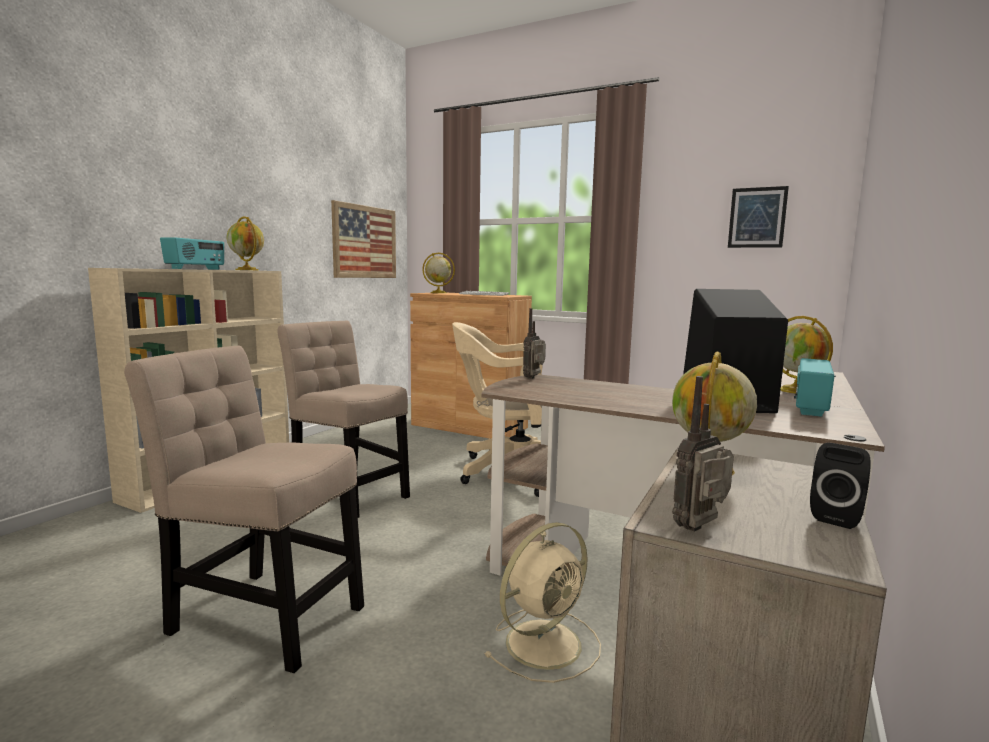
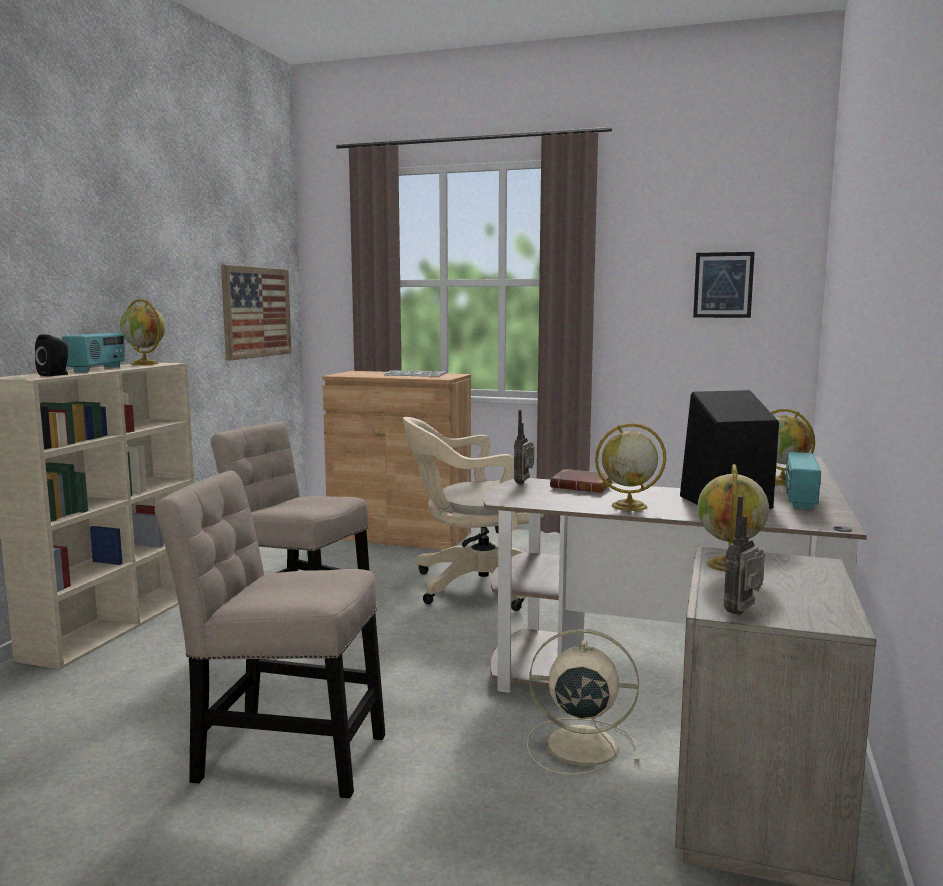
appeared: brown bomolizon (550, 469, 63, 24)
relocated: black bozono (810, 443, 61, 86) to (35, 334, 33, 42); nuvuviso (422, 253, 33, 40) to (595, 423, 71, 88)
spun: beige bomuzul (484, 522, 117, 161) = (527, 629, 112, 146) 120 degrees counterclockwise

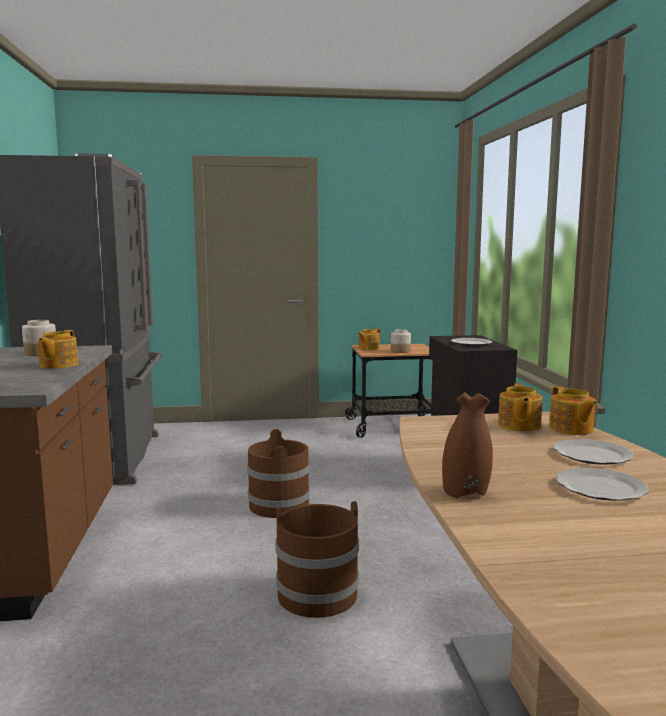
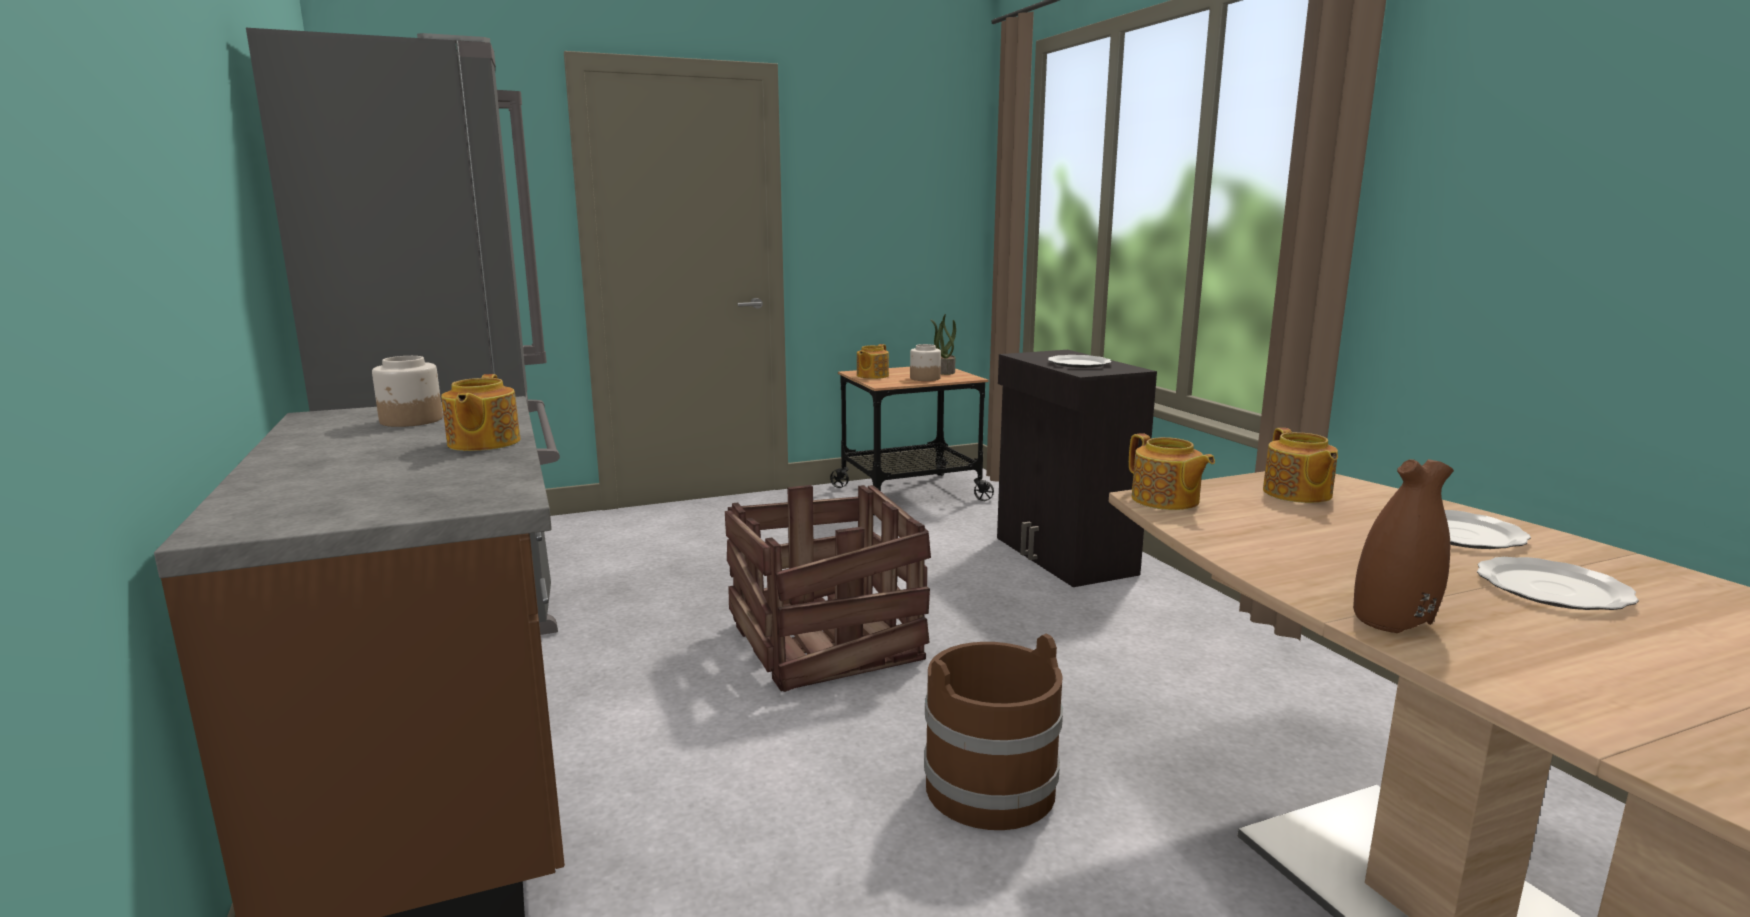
appeared: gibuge (930, 314, 26, 61)
relocated: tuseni (549, 386, 49, 49) to (1129, 433, 86, 77)
exchanged: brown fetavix (247, 429, 63, 89) to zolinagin (725, 485, 206, 207)

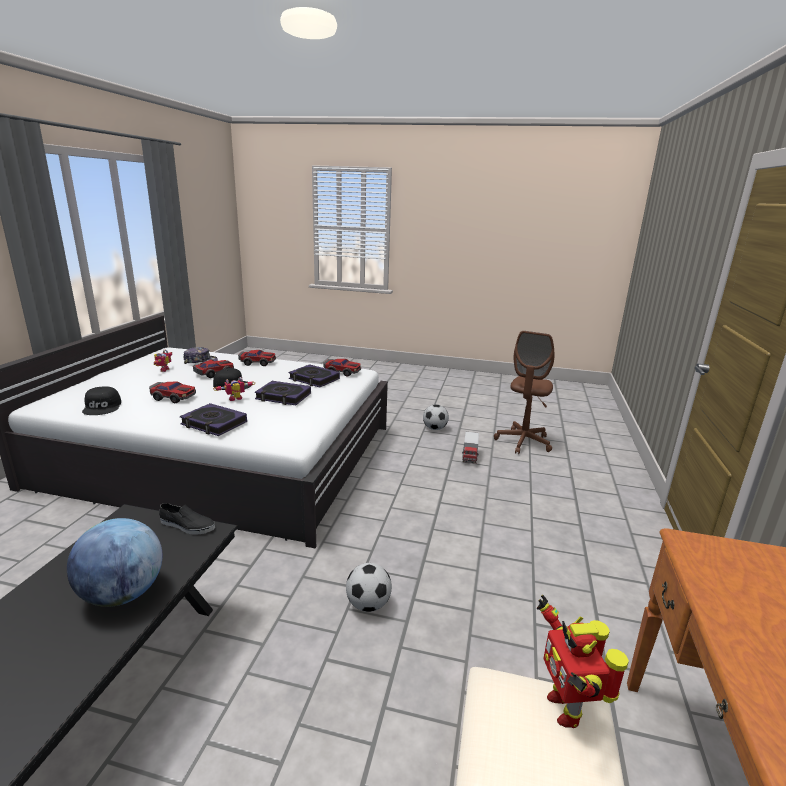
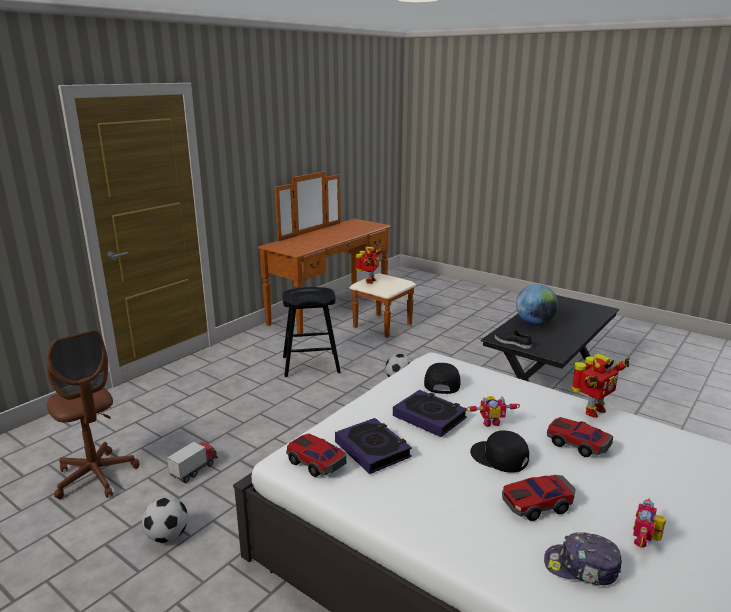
missing: bomolizon (180, 403, 67, 33); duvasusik (238, 350, 38, 16)
appeared: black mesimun (282, 287, 59, 90); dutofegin (571, 354, 59, 64)
relocated: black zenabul (82, 387, 39, 28) to (424, 363, 37, 31)
spun: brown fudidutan (494, 331, 60, 123) = (47, 330, 92, 169) 90 degrees clockwise

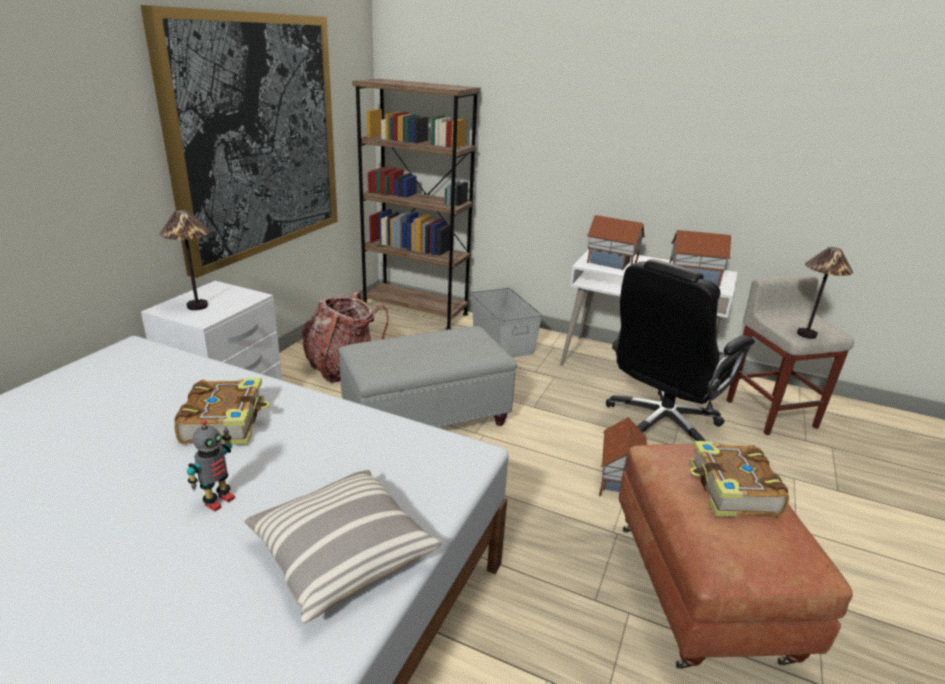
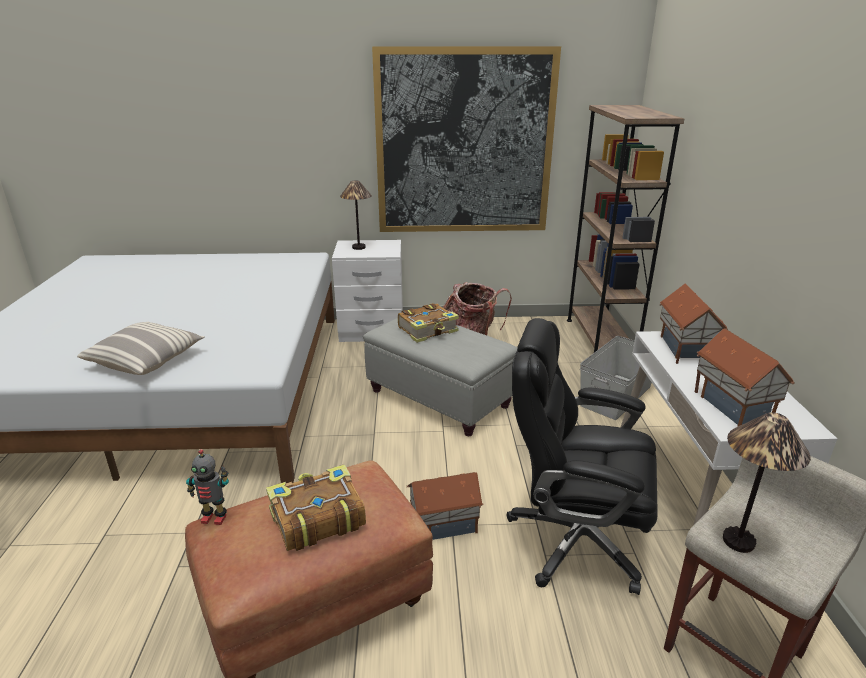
relocated: dutofegin (187, 420, 48, 91) to (186, 449, 43, 76); bomolizon (174, 378, 96, 67) to (398, 303, 61, 40)

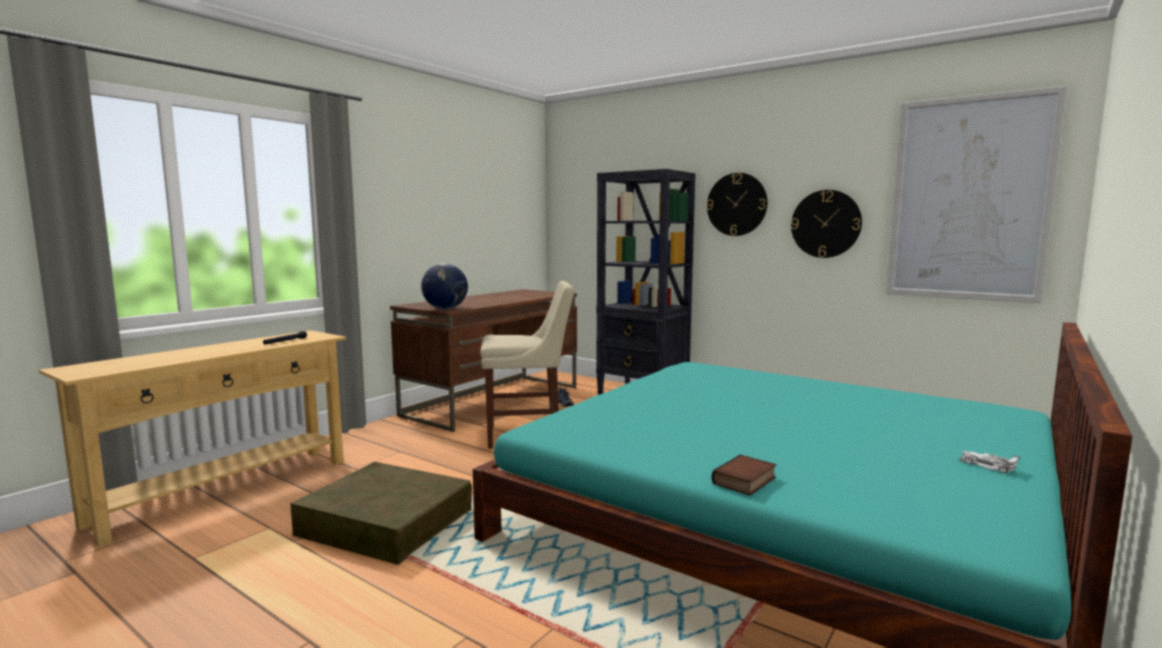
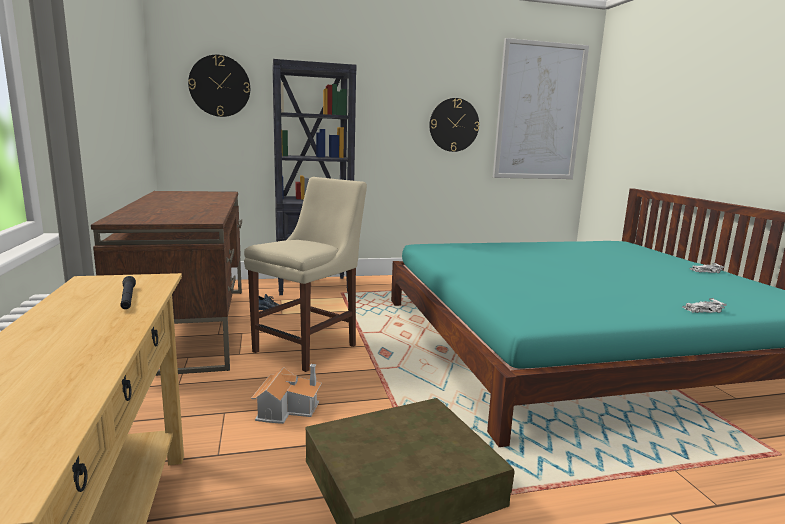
missing: nuvuviso (421, 264, 47, 45)
appeared: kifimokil (251, 364, 71, 60)
relocated: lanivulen (707, 173, 60, 63) to (188, 55, 62, 62)
exchanged: bomolizon (712, 455, 64, 40) to white duvasusik (682, 298, 45, 15)

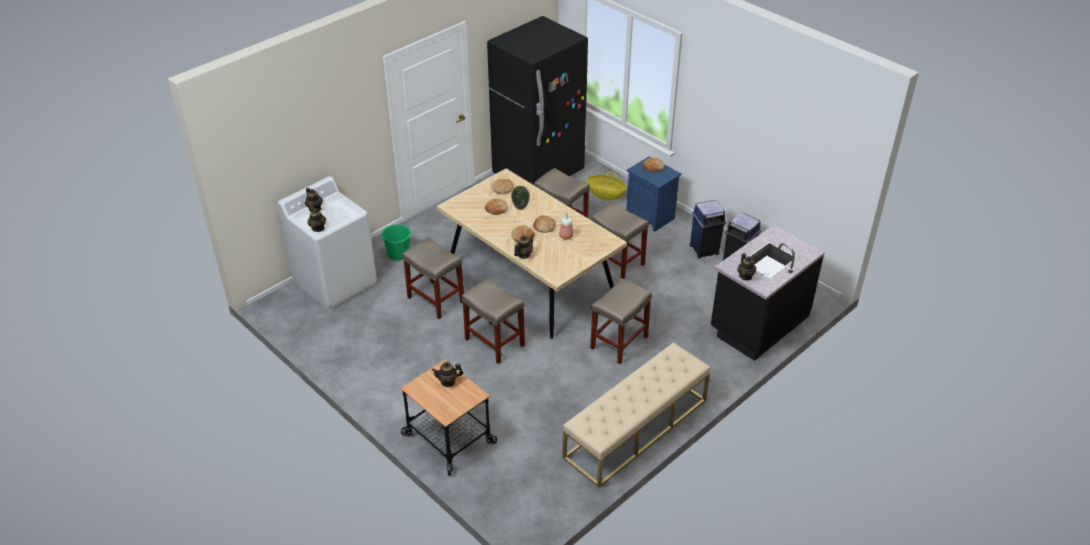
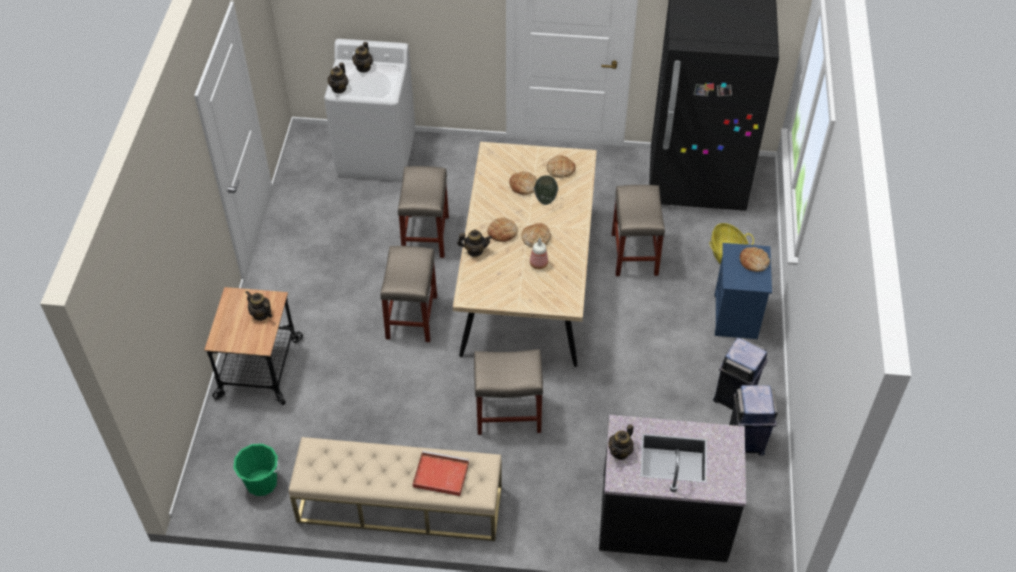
missing: beige mesimun (591, 202, 58, 77)
appeared: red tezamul (413, 451, 56, 45)
relocated: green fetavix (381, 224, 30, 37) to (233, 444, 47, 52)

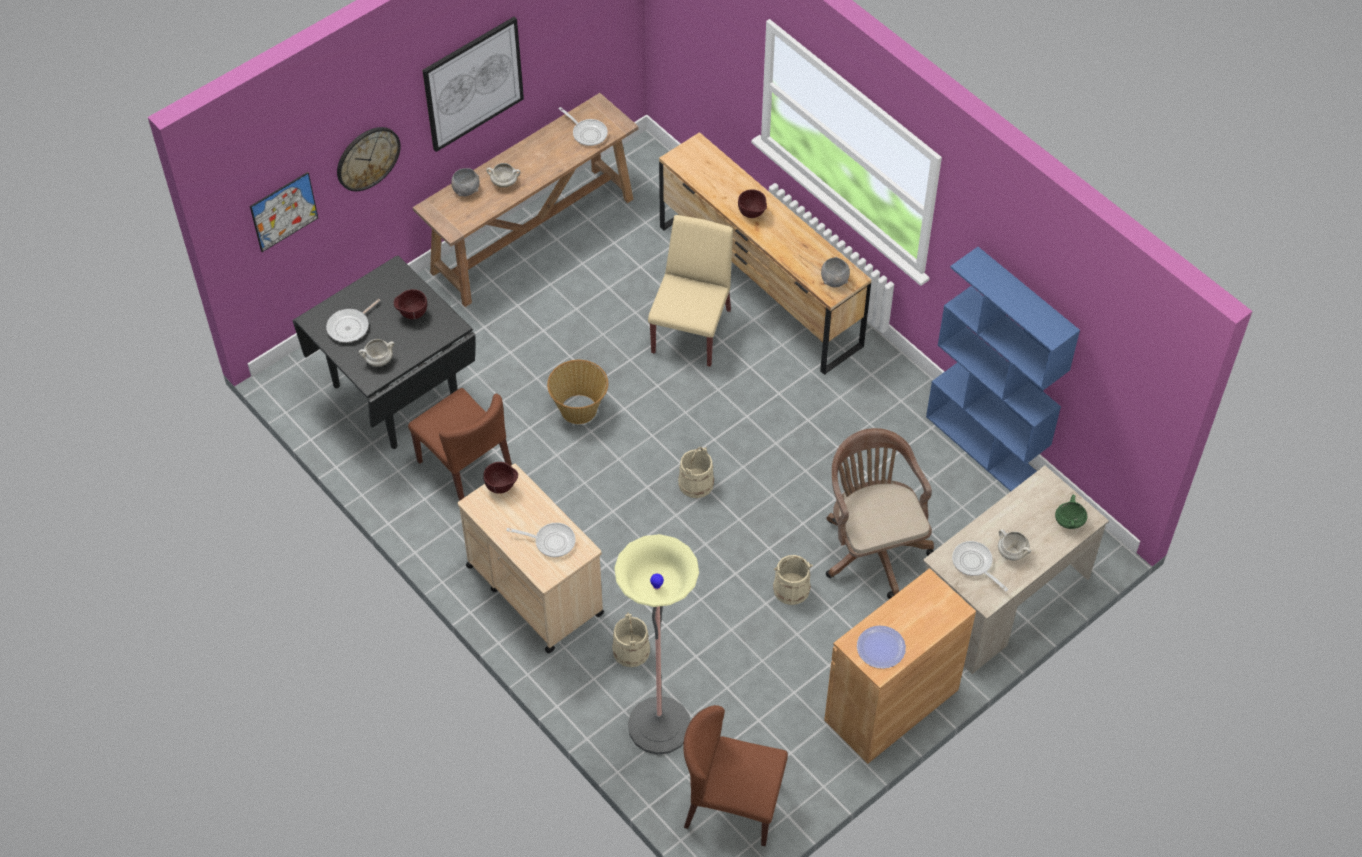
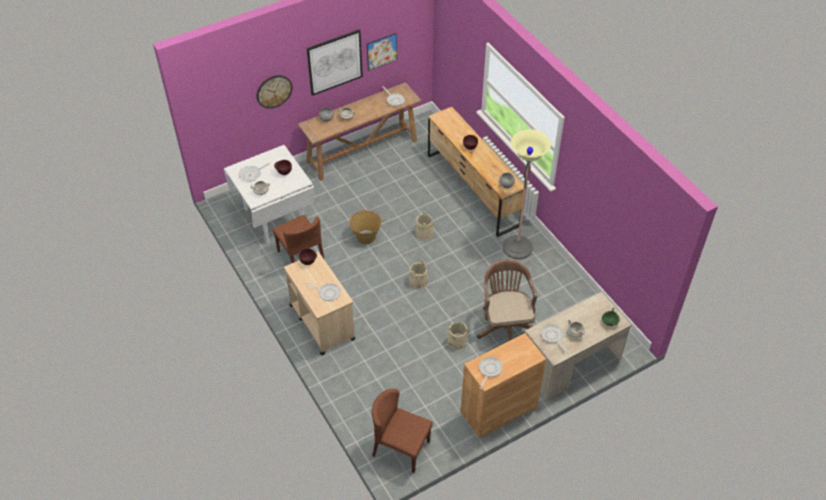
missing: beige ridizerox (648, 215, 85, 152); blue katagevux (926, 247, 154, 245)
relocated: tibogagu (250, 172, 68, 80) to (367, 33, 30, 38); beige fetavix (612, 612, 38, 55) to (415, 211, 18, 28); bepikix (614, 534, 85, 221) to (503, 129, 48, 130)
exchanged: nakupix (857, 625, 49, 44) to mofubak (479, 357, 23, 32)
colour: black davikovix (292, 256, 183, 193) to white davikovix (224, 145, 90, 98)

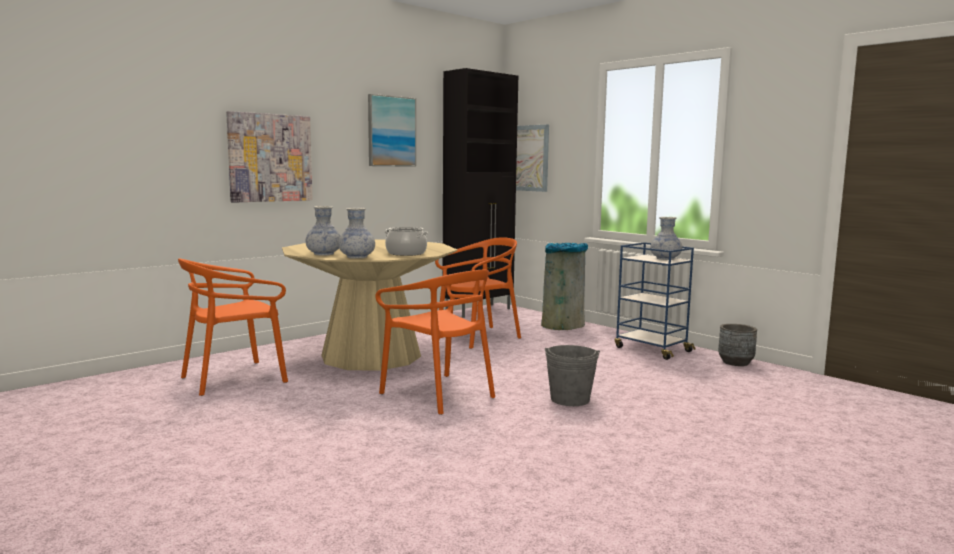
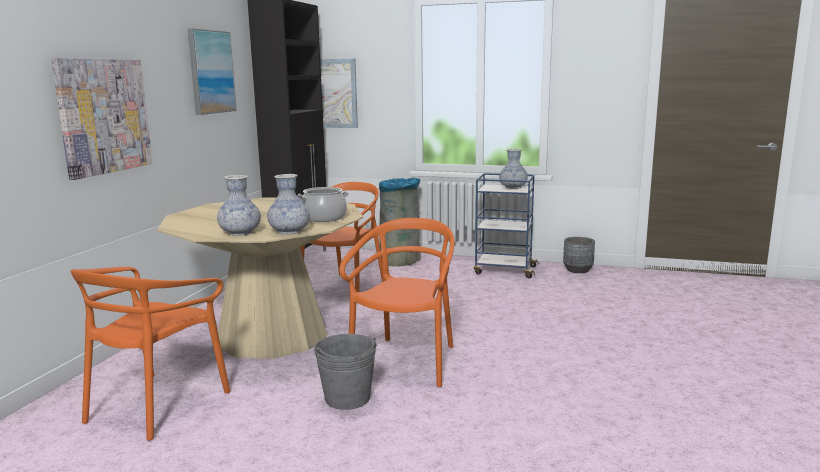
relocated: grey fetavix (545, 345, 55, 61) to (314, 334, 63, 76)
spun: orange ridizerox (375, 270, 120, 145) = (339, 218, 116, 169) 90 degrees counterclockwise

